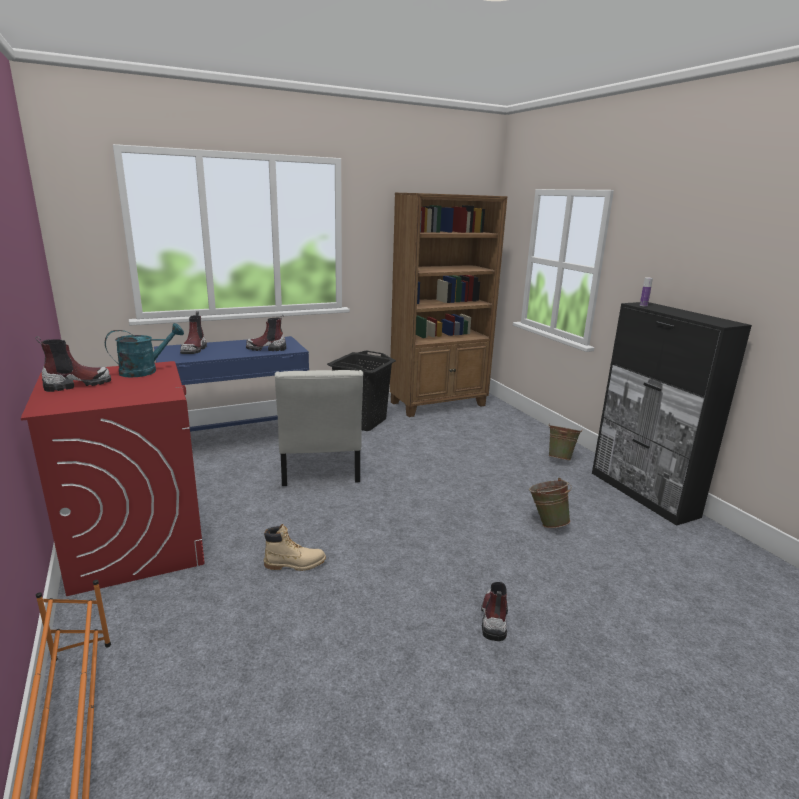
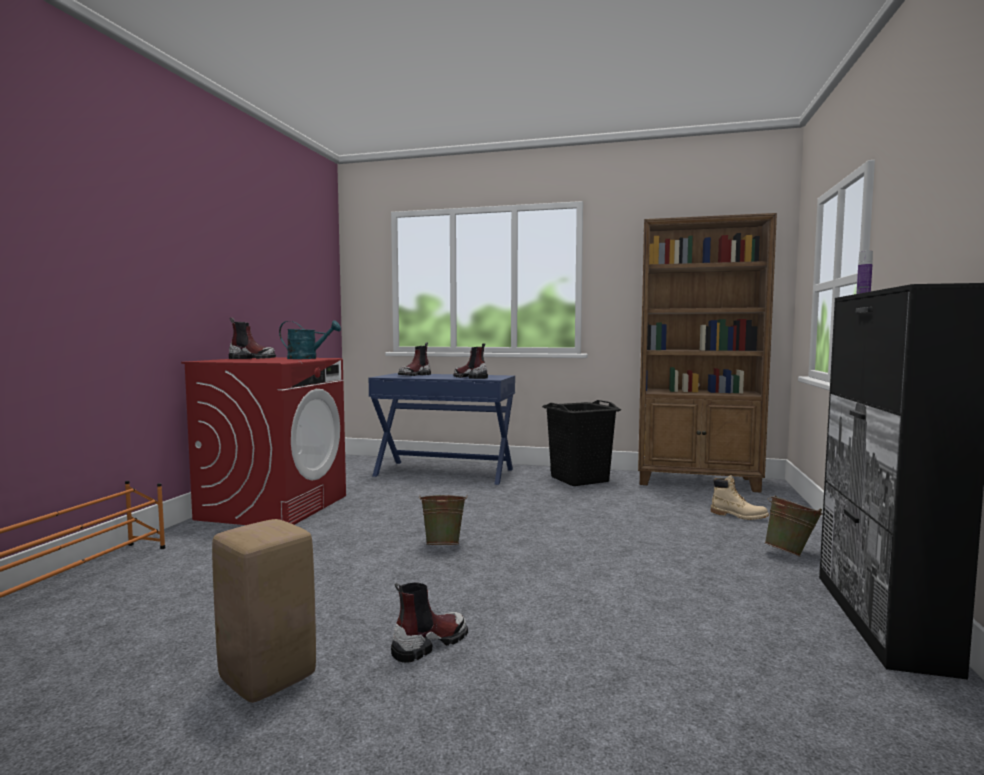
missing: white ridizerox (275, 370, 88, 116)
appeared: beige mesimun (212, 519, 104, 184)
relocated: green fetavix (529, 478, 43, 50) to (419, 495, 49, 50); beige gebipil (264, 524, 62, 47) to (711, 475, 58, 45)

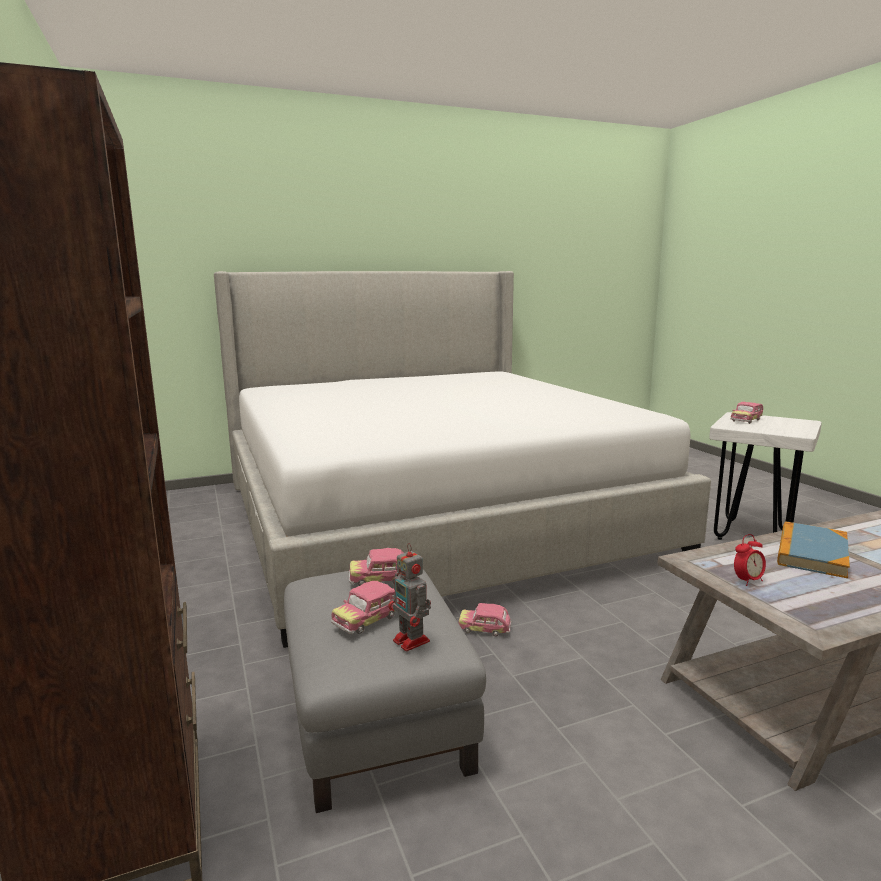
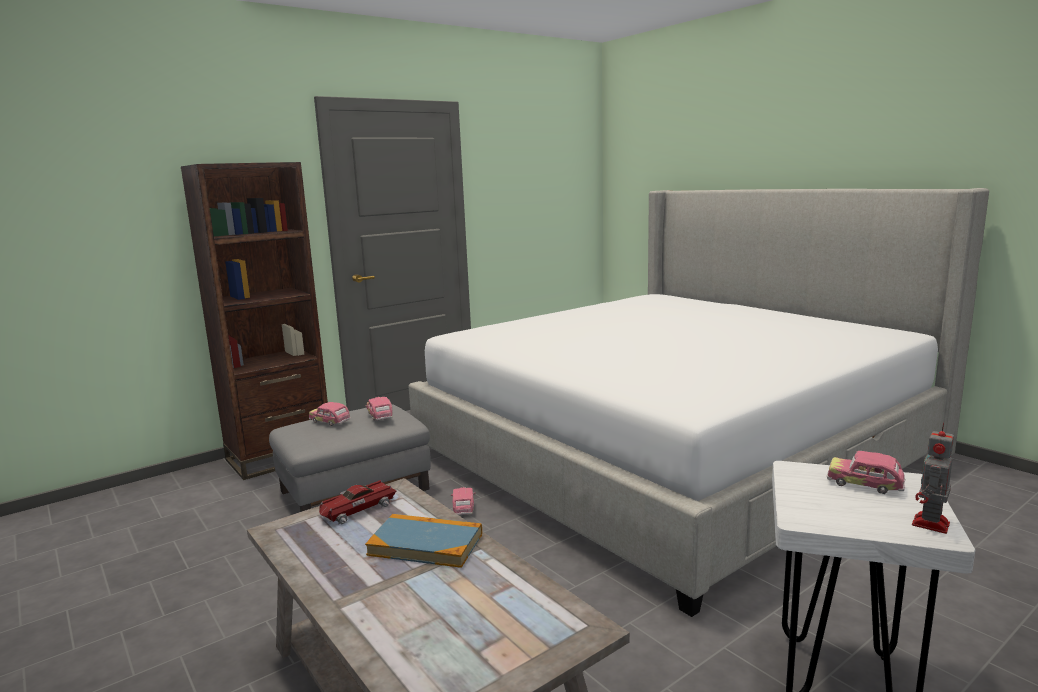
relocated: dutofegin (388, 543, 43, 108) to (912, 422, 42, 112)
exchanged: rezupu (734, 534, 32, 52) to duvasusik (319, 480, 77, 45)

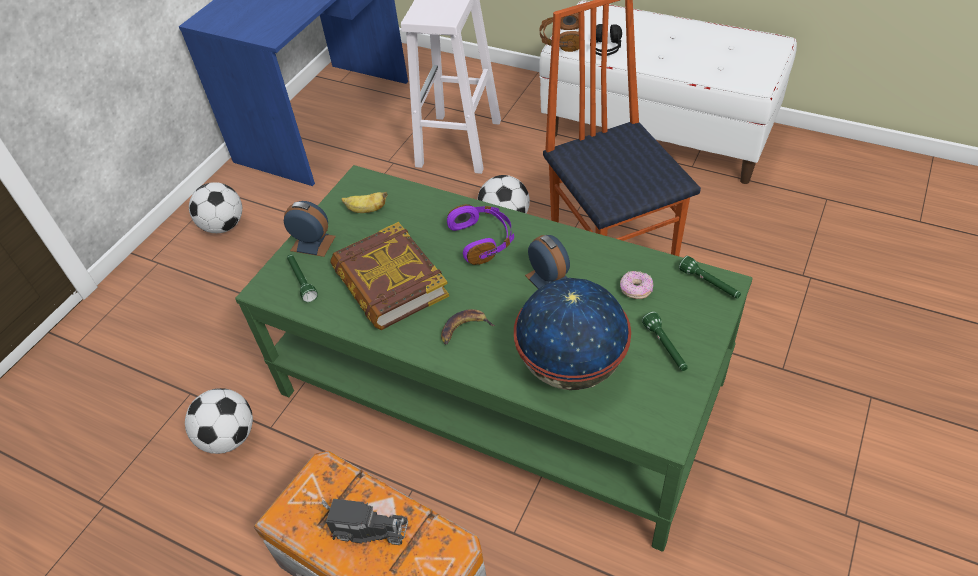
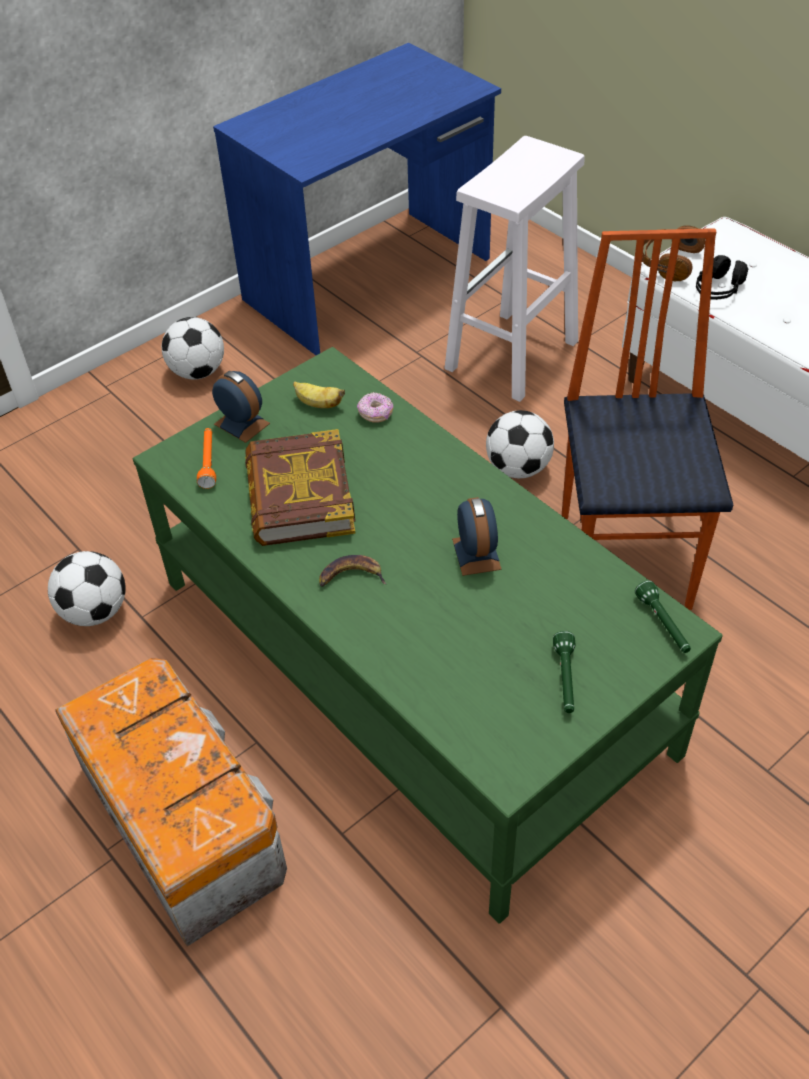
missing: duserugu (322, 499, 86, 46); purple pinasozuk (447, 204, 67, 61); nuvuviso (514, 278, 117, 112)
relocated: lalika (620, 271, 33, 28) to (357, 392, 36, 31)
colour: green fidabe (287, 254, 31, 48) to orange fidabe (197, 428, 19, 61)

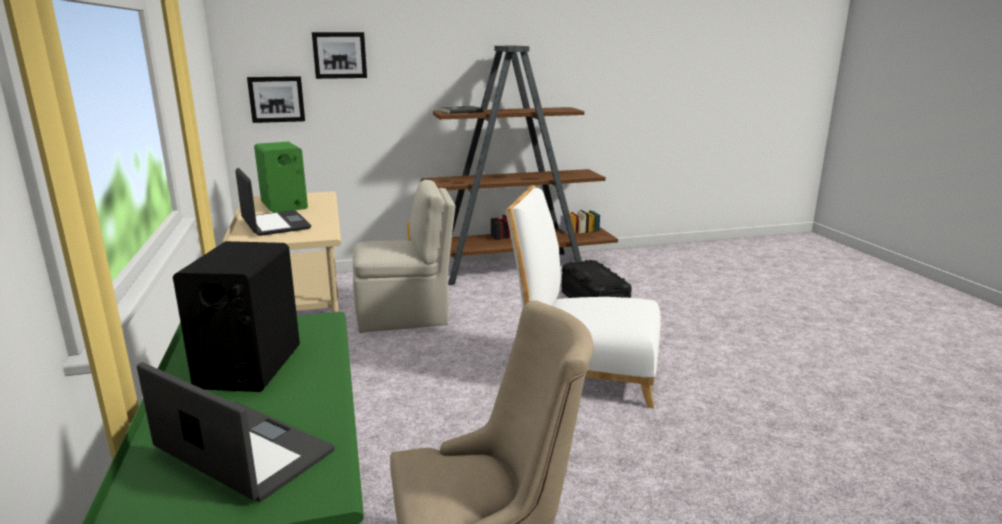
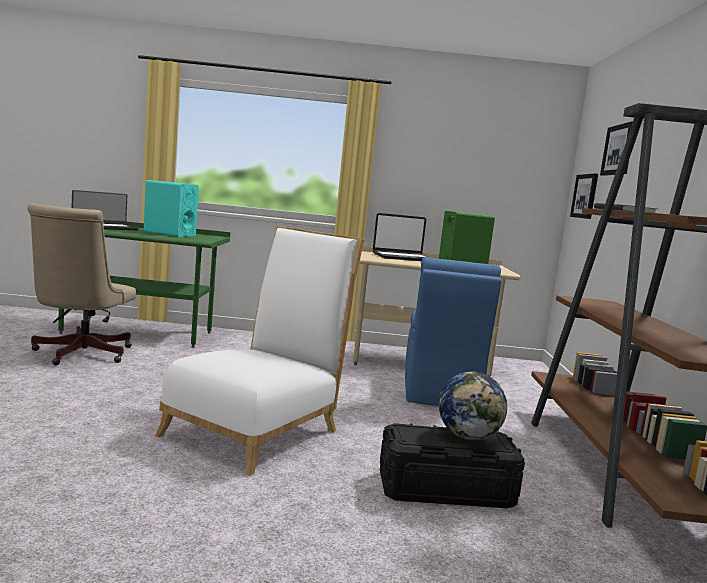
appeared: nuvuviso (439, 372, 68, 68)
colour: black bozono (173, 241, 127, 151) to turquoise bozono (144, 180, 55, 57); beige ridizerox (353, 180, 102, 153) to blue ridizerox (405, 257, 96, 149)

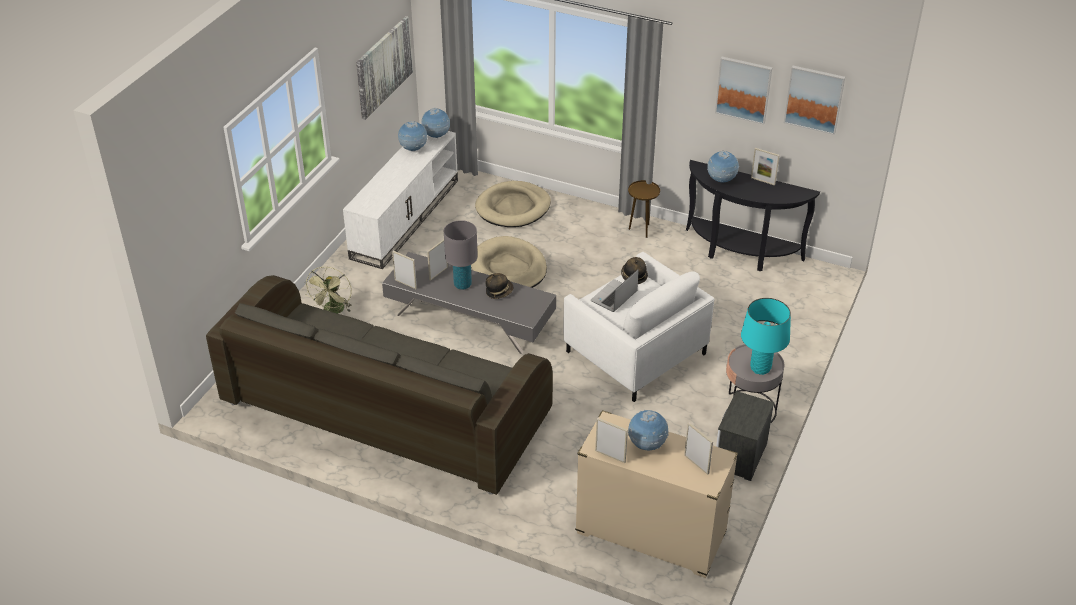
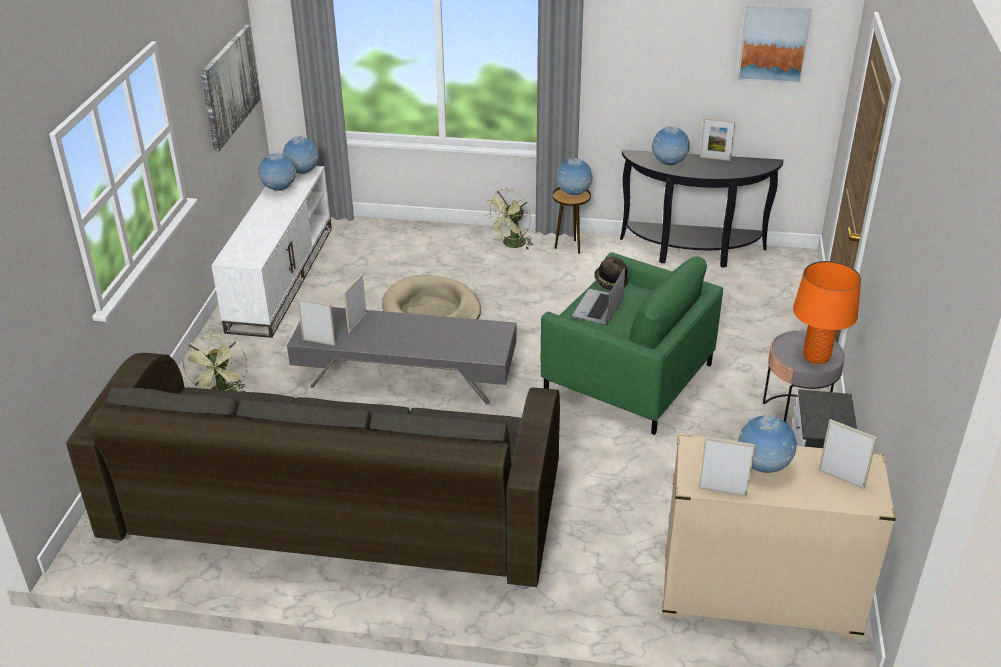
missing: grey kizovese (444, 220, 34, 70); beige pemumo (475, 181, 76, 46); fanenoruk (486, 273, 27, 26); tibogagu (715, 57, 58, 68)
appeared: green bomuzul (485, 188, 48, 62); nuvuviso (556, 158, 36, 38)
colour: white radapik (564, 252, 151, 150) to green radapik (541, 252, 182, 183); turquoise kizovese (741, 298, 50, 77) to orange kizovese (793, 261, 68, 103)

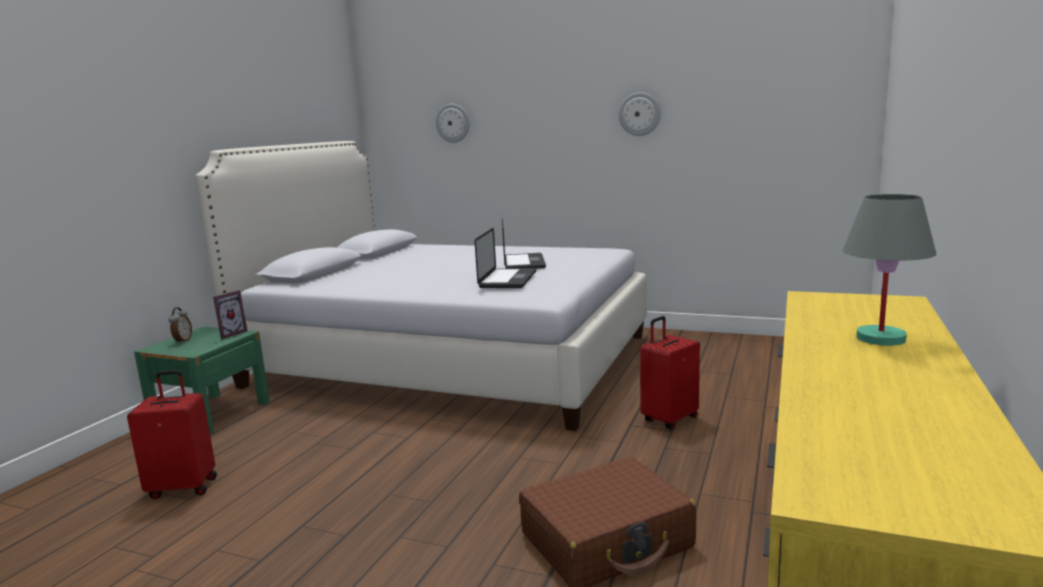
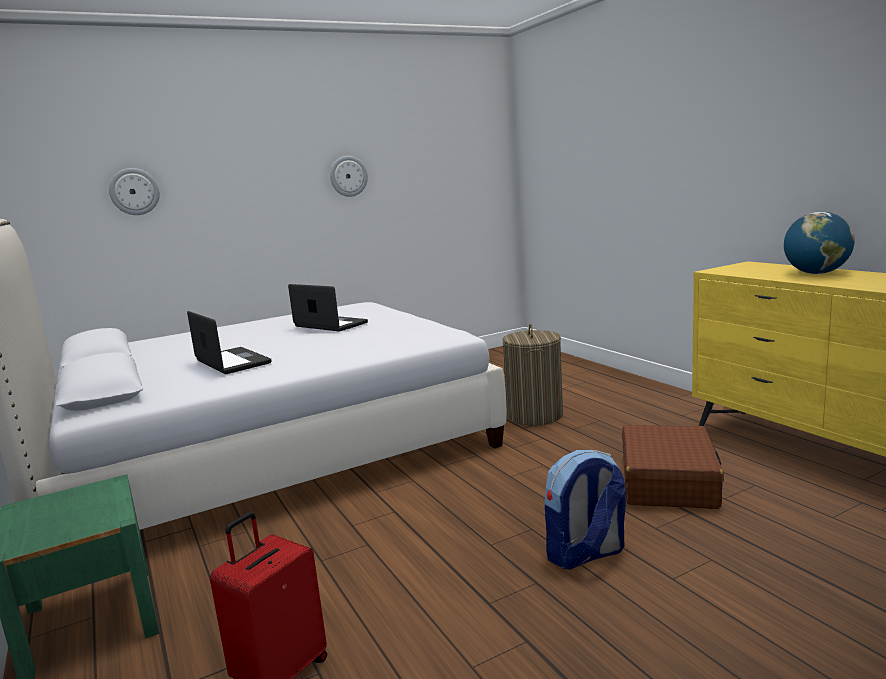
missing: rezupu (168, 307, 24, 37); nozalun (213, 290, 34, 49)
appeared: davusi (545, 450, 81, 120)
relocated: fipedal (475, 228, 61, 60) to (187, 311, 85, 63)
exchanged: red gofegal (640, 316, 60, 114) to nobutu (502, 324, 61, 102); grey kizovese (843, 194, 93, 152) to nuvuviso (784, 212, 71, 62)

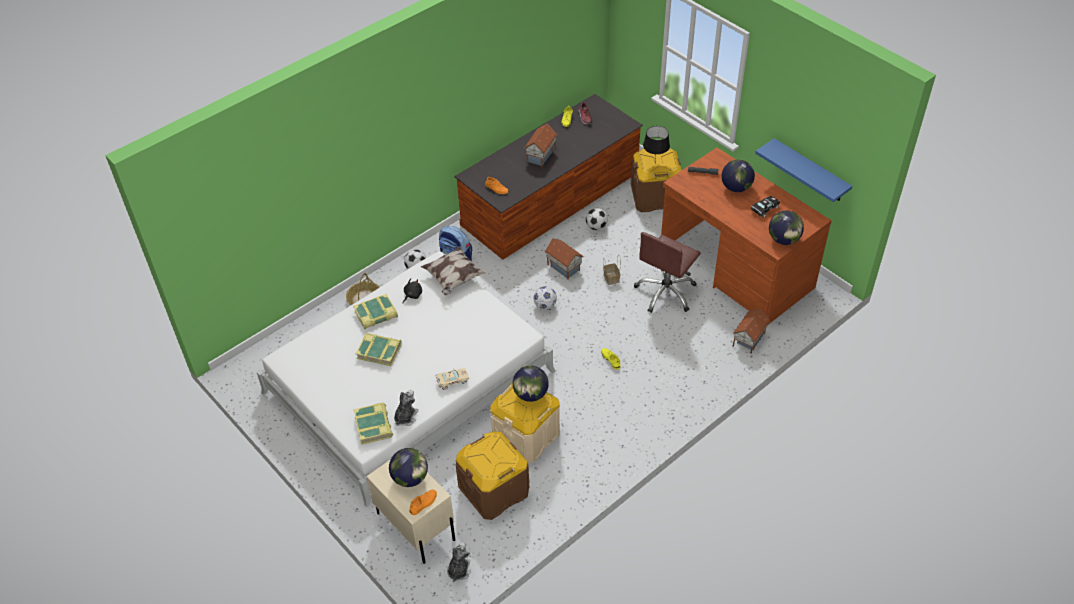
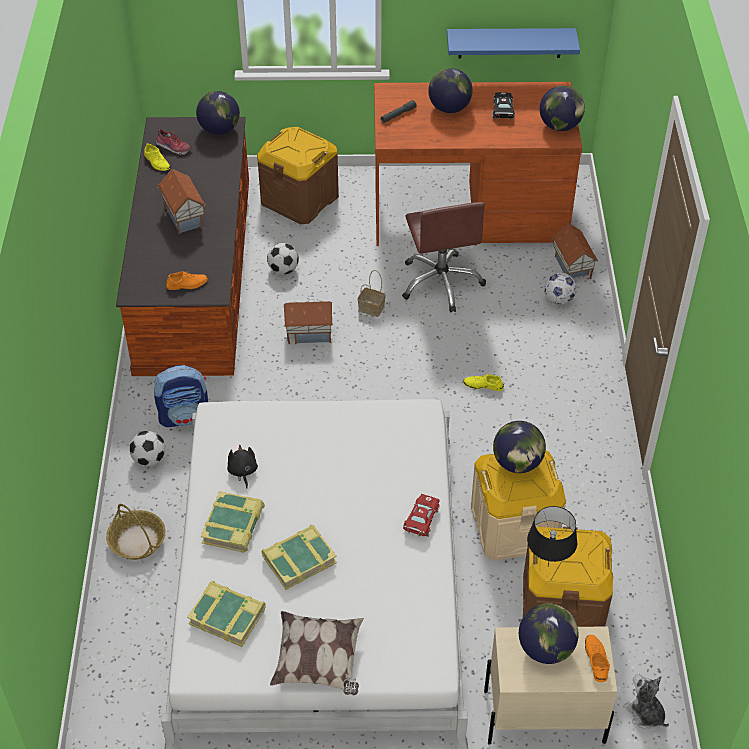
missing: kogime (394, 390, 25, 36)
appeared: nuvuviso (196, 91, 44, 44)
relocated: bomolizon (354, 403, 39, 42) to (187, 581, 79, 66); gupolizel (421, 246, 64, 49) to (270, 611, 94, 84); black kizovese (643, 126, 27, 35) to (527, 506, 50, 60); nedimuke (533, 286, 24, 24) to (544, 273, 33, 32)
colour: beige duvasusik (436, 368, 33, 22) to red duvasusik (403, 494, 37, 43)

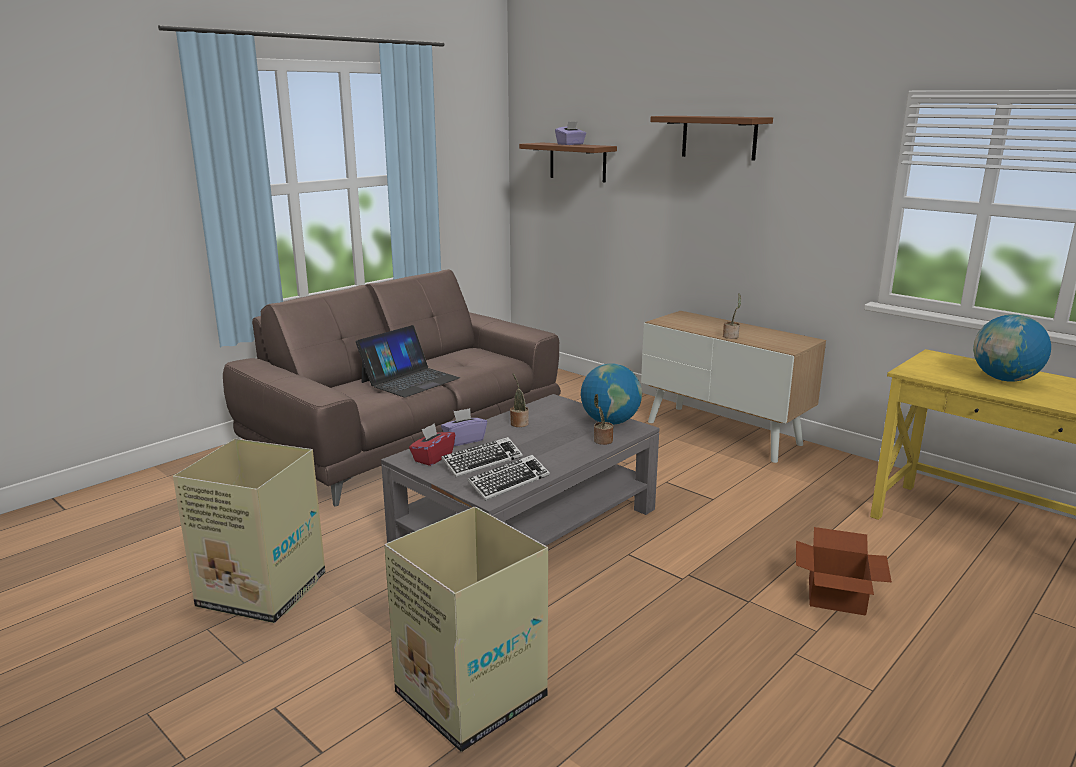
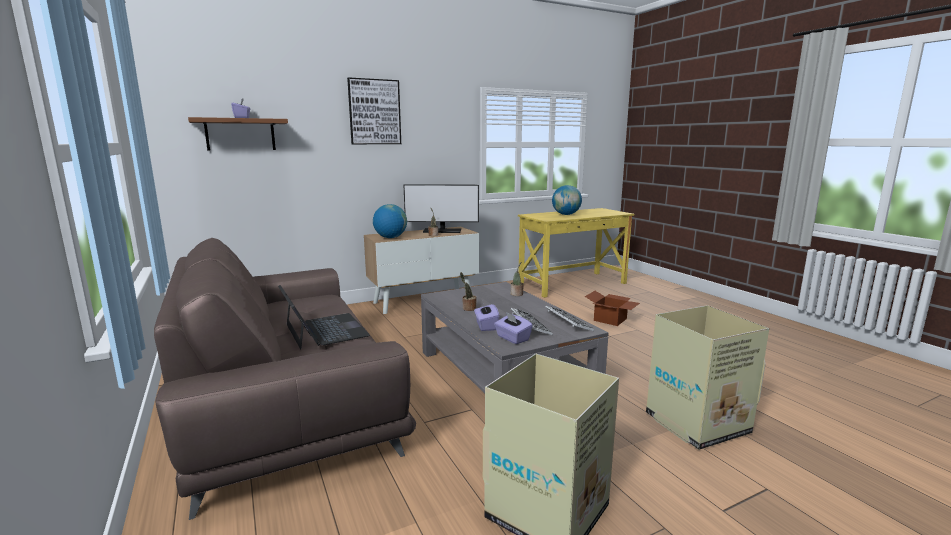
appeared: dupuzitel (404, 184, 75, 49)
relocated: nuvuviso (581, 363, 61, 62) to (373, 204, 34, 34)
exchanged: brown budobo (650, 116, 123, 45) to tibogagu (347, 77, 54, 67)
colour: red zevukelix (409, 423, 46, 43) to purple zevukelix (494, 312, 39, 32)

